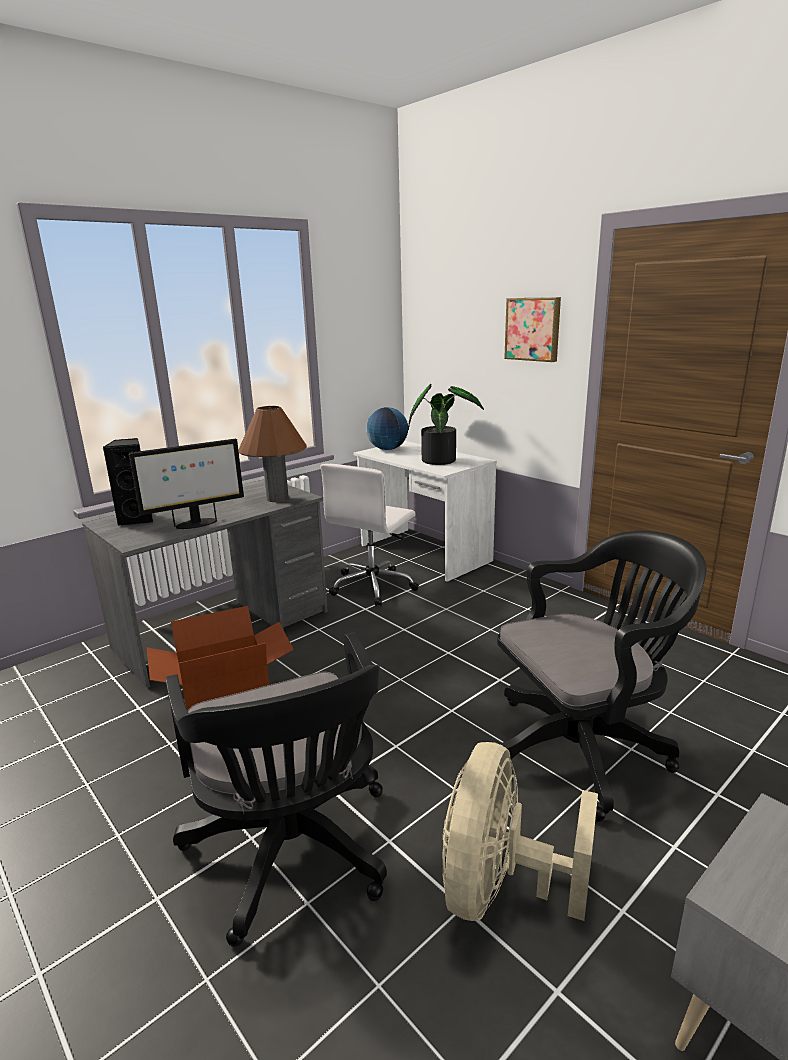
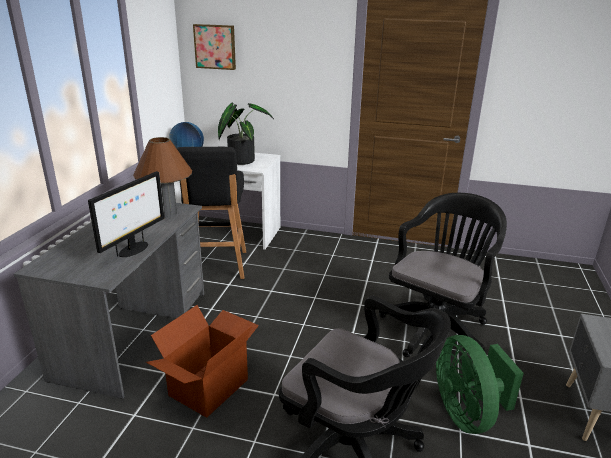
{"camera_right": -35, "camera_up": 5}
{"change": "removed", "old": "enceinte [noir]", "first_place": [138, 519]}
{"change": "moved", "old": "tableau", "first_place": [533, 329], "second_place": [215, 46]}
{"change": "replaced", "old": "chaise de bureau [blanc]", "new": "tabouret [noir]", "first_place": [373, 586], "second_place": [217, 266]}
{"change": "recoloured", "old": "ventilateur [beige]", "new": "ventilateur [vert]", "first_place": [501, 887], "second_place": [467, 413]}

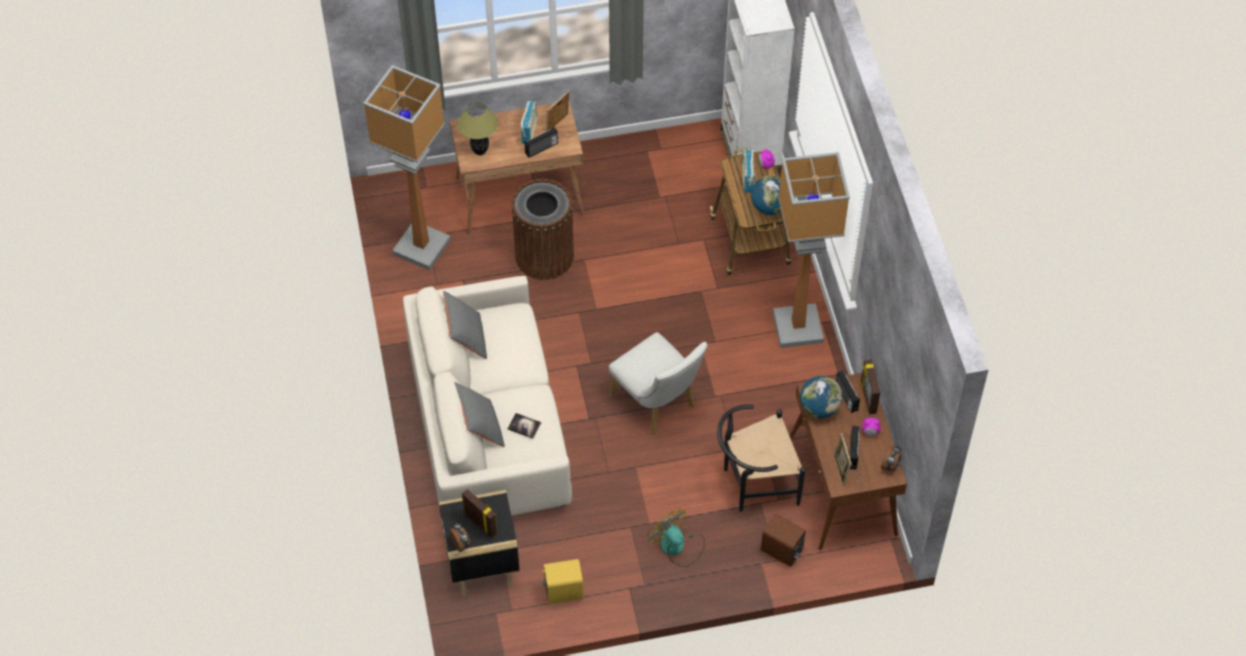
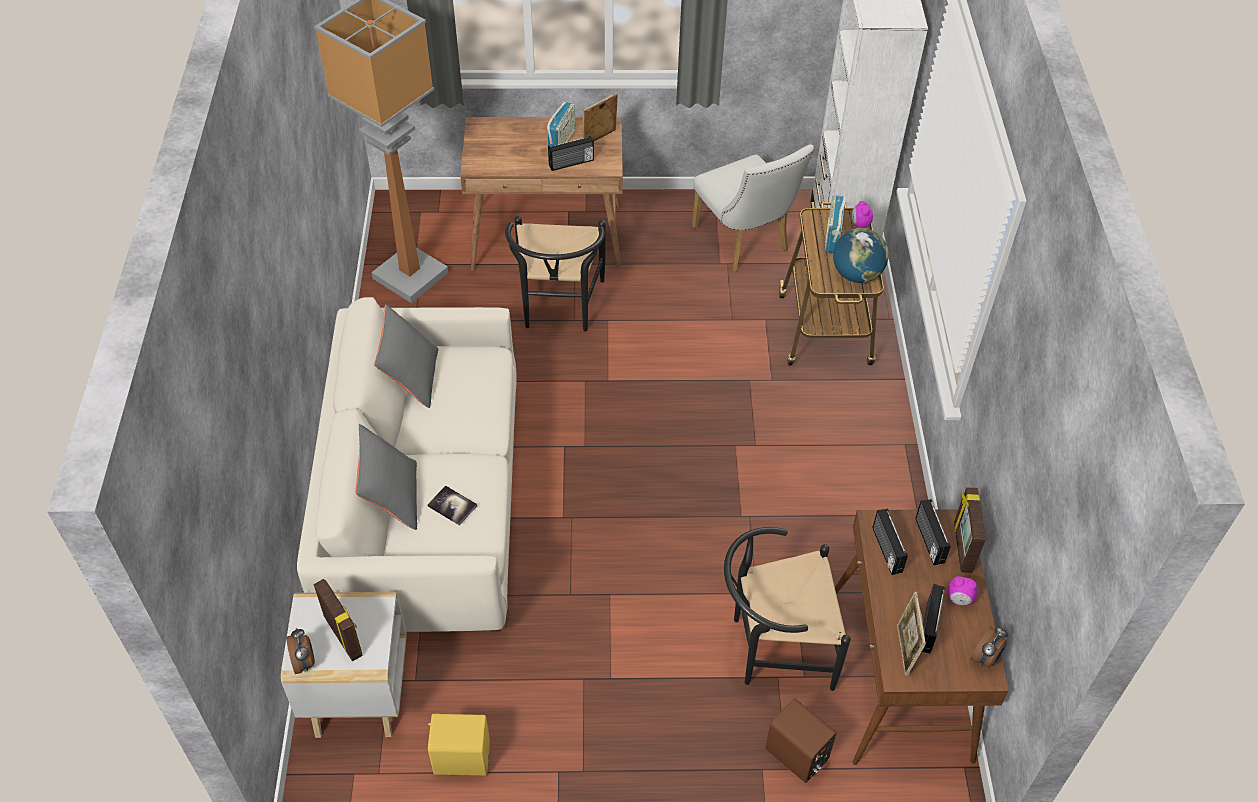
{"camera_right": 10, "camera_up": -5}
{"change": "removed", "old": "lampe de table", "first_place": [480, 151]}
{"change": "removed", "old": "ventilateur", "first_place": [677, 546]}
{"change": "removed", "old": "lampadaire", "first_place": [797, 328]}
{"change": "moved", "old": "chaise [blanc]", "first_place": [657, 404], "second_place": [745, 243]}
{"change": "replaced", "old": "poubelle [marron]", "new": "chaise [noir]", "first_place": [544, 256], "second_place": [558, 308]}
{"change": "replaced", "old": "globe", "new": "radio", "first_place": [819, 408], "second_place": [885, 550]}
{"change": "recoloured", "old": "table d'appoint [noir]", "new": "table d'appoint [blanc]", "first_place": [481, 561], "second_place": [358, 691]}

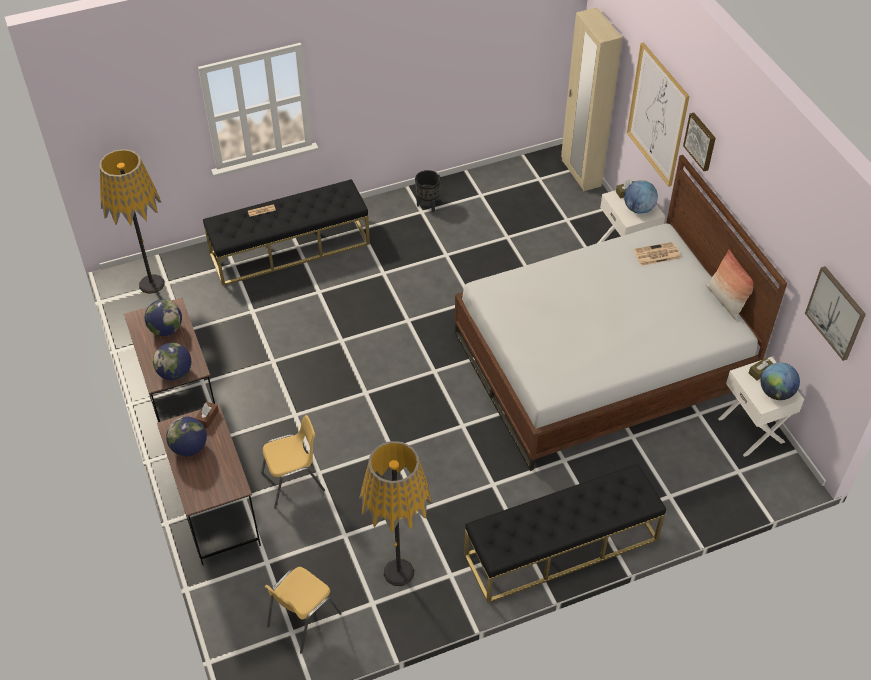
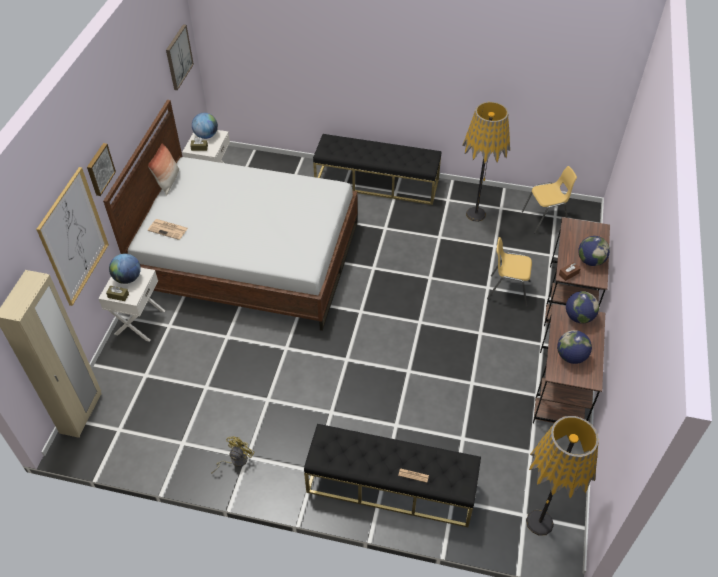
{"camera_right": -145, "camera_up": 0}
{"change": "replaced", "old": "cache-pot [noir]", "new": "ventilateur [jaune]", "first_place": [428, 205], "second_place": [235, 460]}

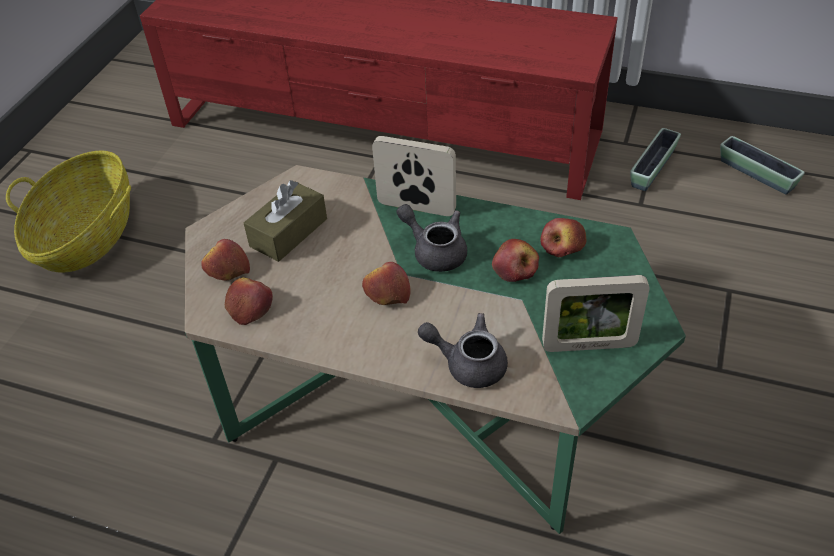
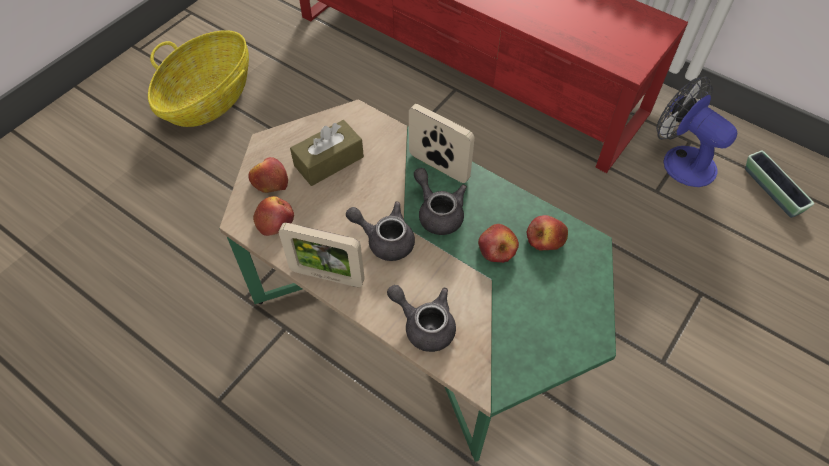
{"camera_right": 15, "camera_up": 10}
{"change": "moved", "old": "cadre photo", "first_place": [589, 345], "second_place": [327, 276]}
{"change": "replaced", "old": "pomme", "new": "théière [gris]", "first_place": [386, 293], "second_place": [385, 240]}
{"change": "replaced", "old": "cache-pot", "new": "ventilateur", "first_place": [653, 168], "second_place": [681, 160]}

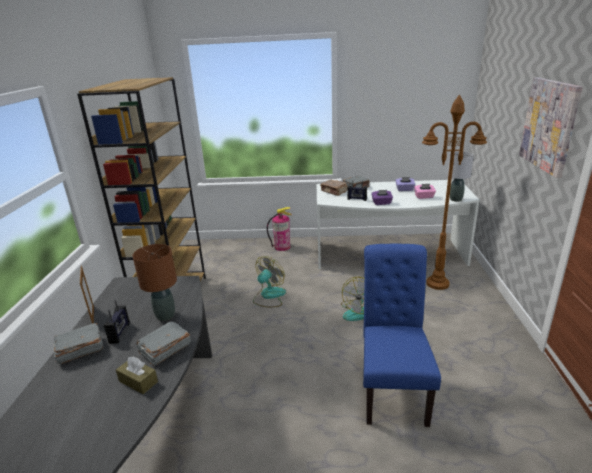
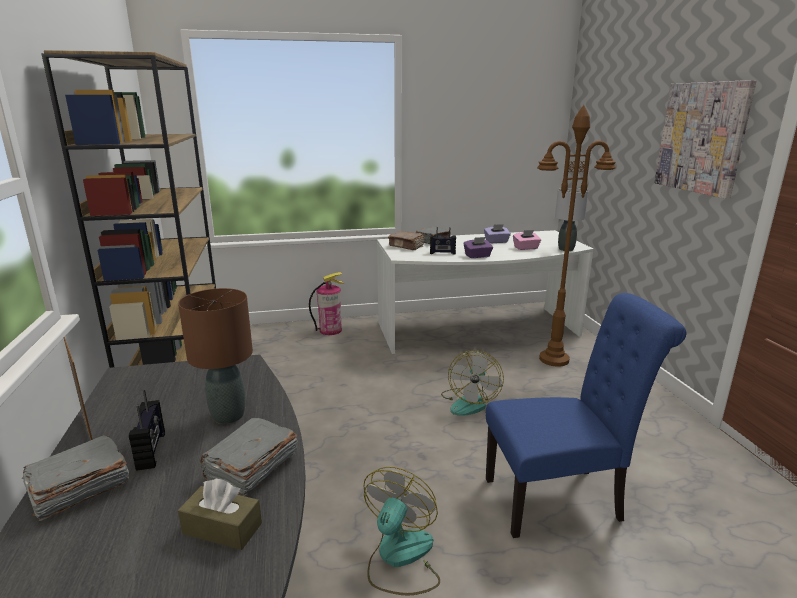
{"camera_right": -15, "camera_up": -5}
{"change": "moved", "old": "ventilateur", "first_place": [269, 296], "second_place": [400, 558]}
{"change": "turned", "old": "chaise [bleu]", "first_place": [392, 388], "second_place": [560, 499], "degrees": 90}

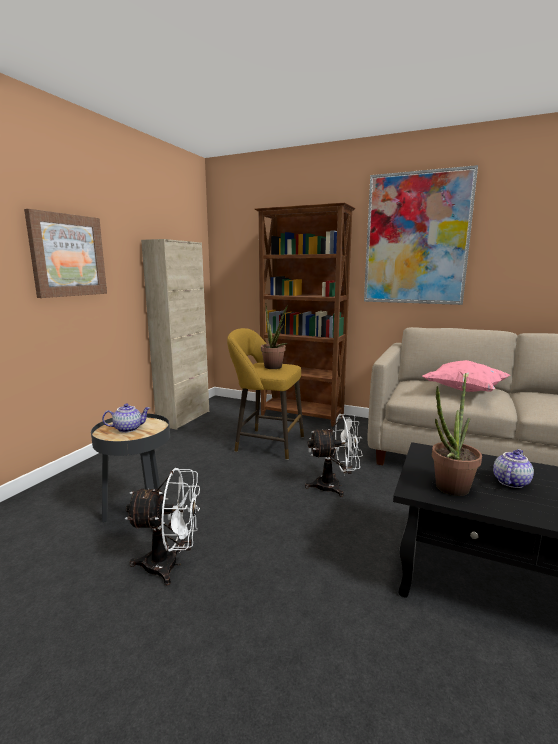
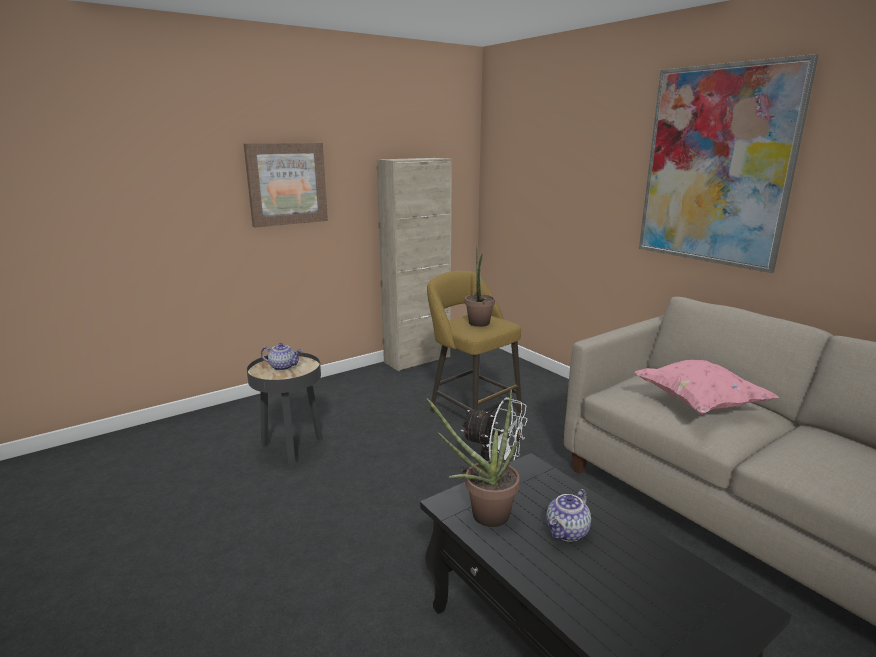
{"camera_right": 30, "camera_up": 5}
{"change": "removed", "old": "ventilateur [blanc]", "first_place": [170, 565]}
{"change": "removed", "old": "bibliothèque [marron]", "first_place": [302, 416]}
{"change": "turned", "old": "théière", "first_place": [510, 481], "second_place": [567, 532], "degrees": 150}

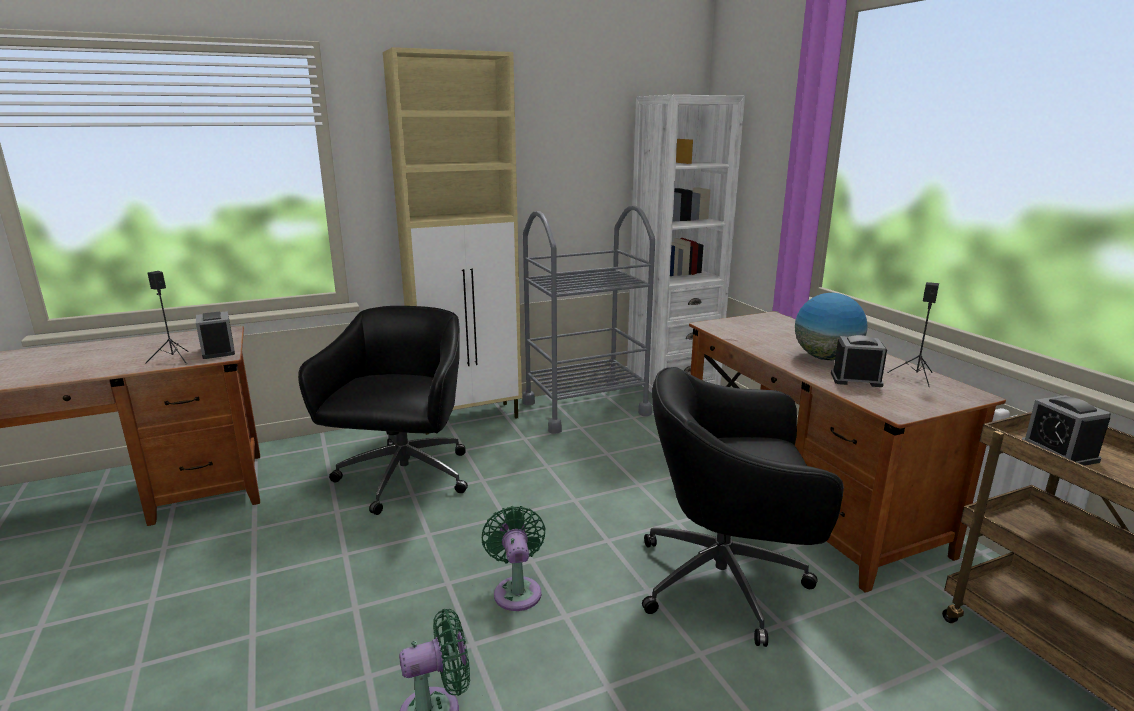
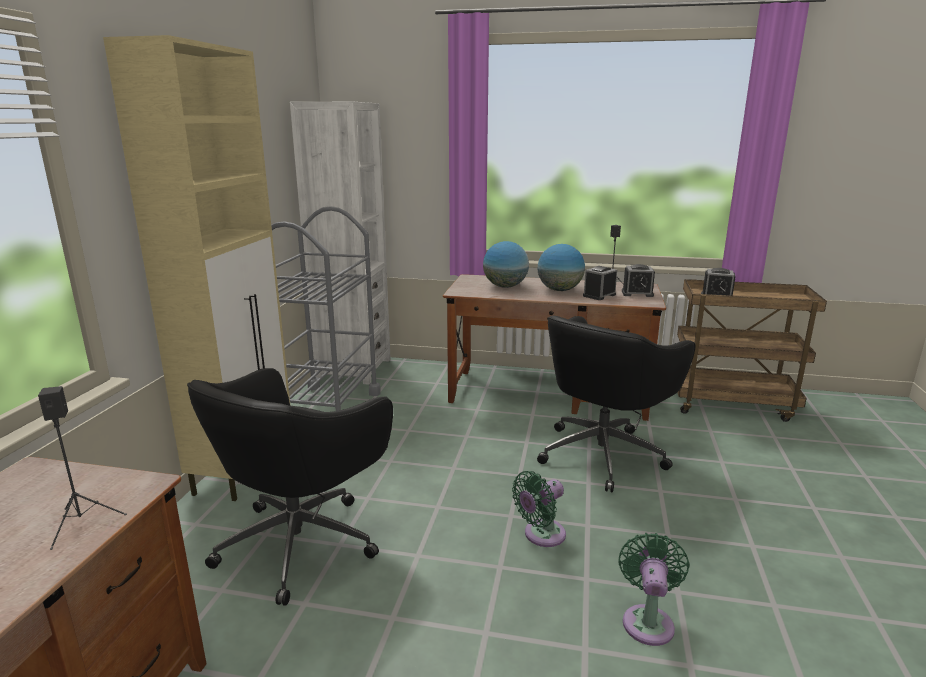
{"camera_right": -55, "camera_up": 0}
{"change": "added", "new": "globe", "second_place": [505, 286]}
{"change": "moved", "old": "réveil", "first_place": [218, 351], "second_place": [637, 293]}
{"change": "turned", "old": "chaise de bureau [noir]", "first_place": [403, 479], "second_place": [302, 541], "degrees": -105}
{"change": "turned", "old": "ventilateur [vert]", "first_place": [517, 590], "second_place": [541, 535], "degrees": -60}

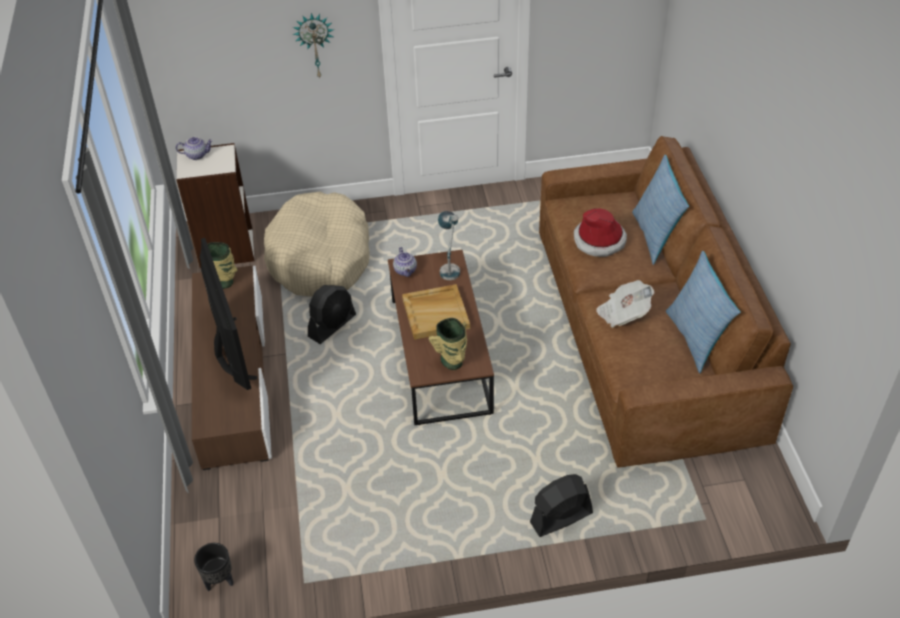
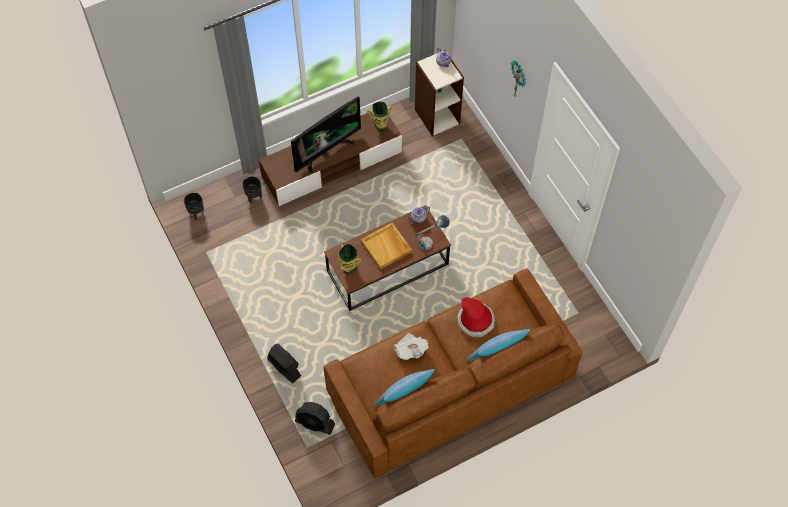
{"camera_right": 70, "camera_up": 15}
{"change": "removed", "old": "panier pour chien [beige]", "first_place": [320, 257]}
{"change": "added", "new": "cache-pot [noir]", "second_place": [253, 197]}
{"change": "moved", "old": "ventilateur [noir]", "first_place": [332, 326], "second_place": [315, 423]}

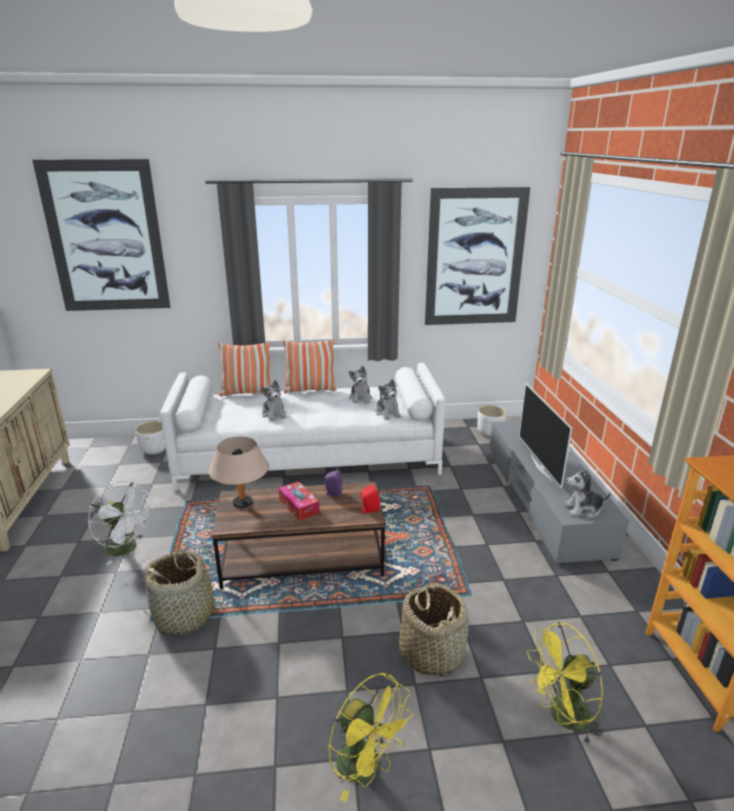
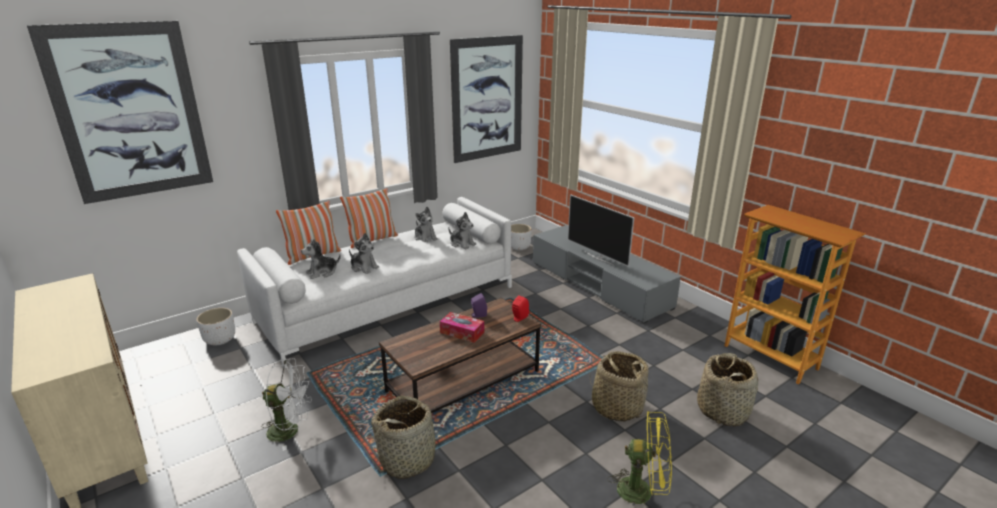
{"camera_right": -30, "camera_up": 0}
{"change": "removed", "old": "lampe de table [beige]", "first_place": [242, 503]}
{"change": "moved", "old": "peluche", "first_place": [583, 509], "second_place": [322, 272]}
{"change": "replaced", "old": "ventilateur [jaune]", "new": "panier", "first_place": [562, 717], "second_place": [723, 410]}

